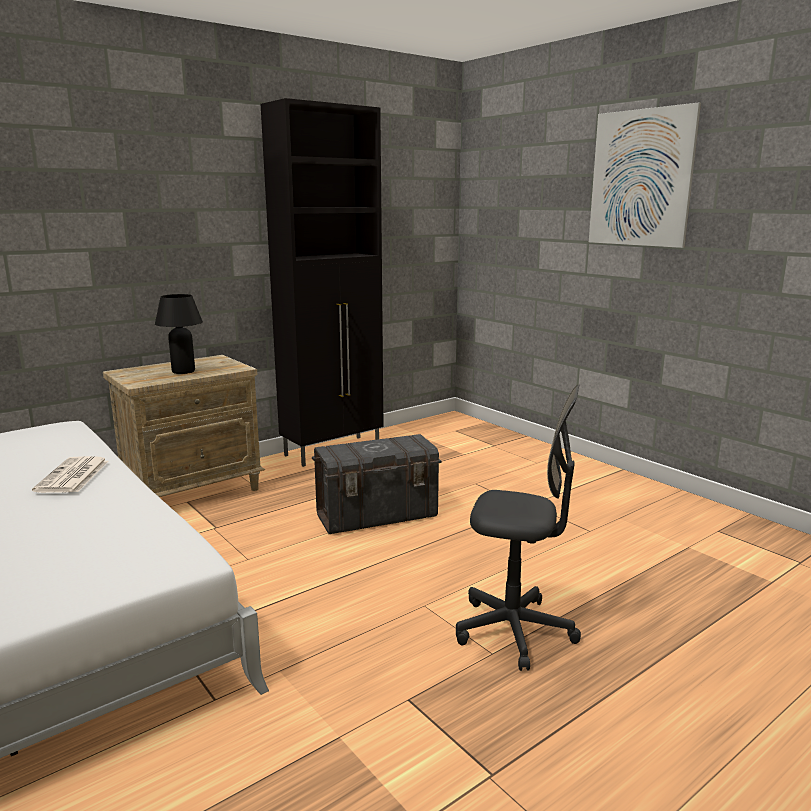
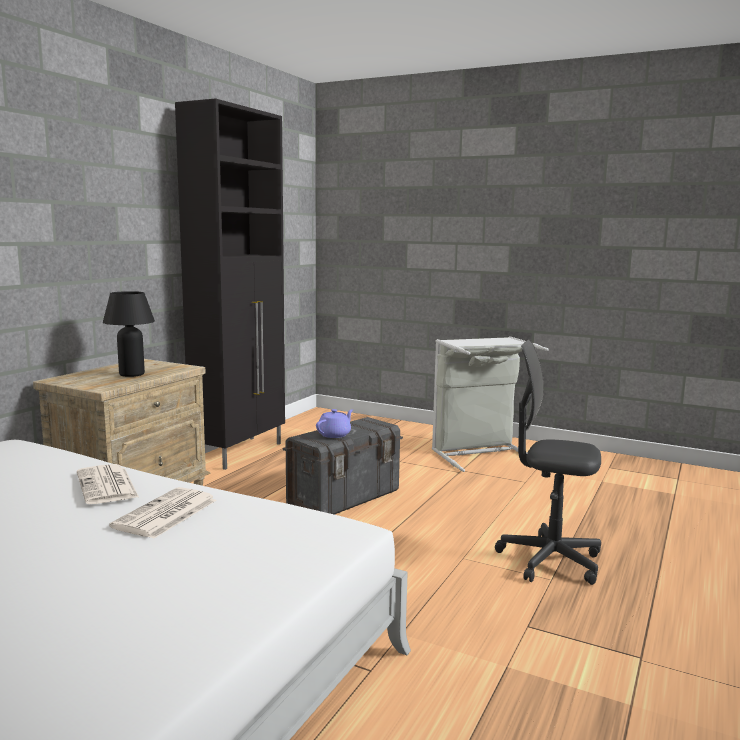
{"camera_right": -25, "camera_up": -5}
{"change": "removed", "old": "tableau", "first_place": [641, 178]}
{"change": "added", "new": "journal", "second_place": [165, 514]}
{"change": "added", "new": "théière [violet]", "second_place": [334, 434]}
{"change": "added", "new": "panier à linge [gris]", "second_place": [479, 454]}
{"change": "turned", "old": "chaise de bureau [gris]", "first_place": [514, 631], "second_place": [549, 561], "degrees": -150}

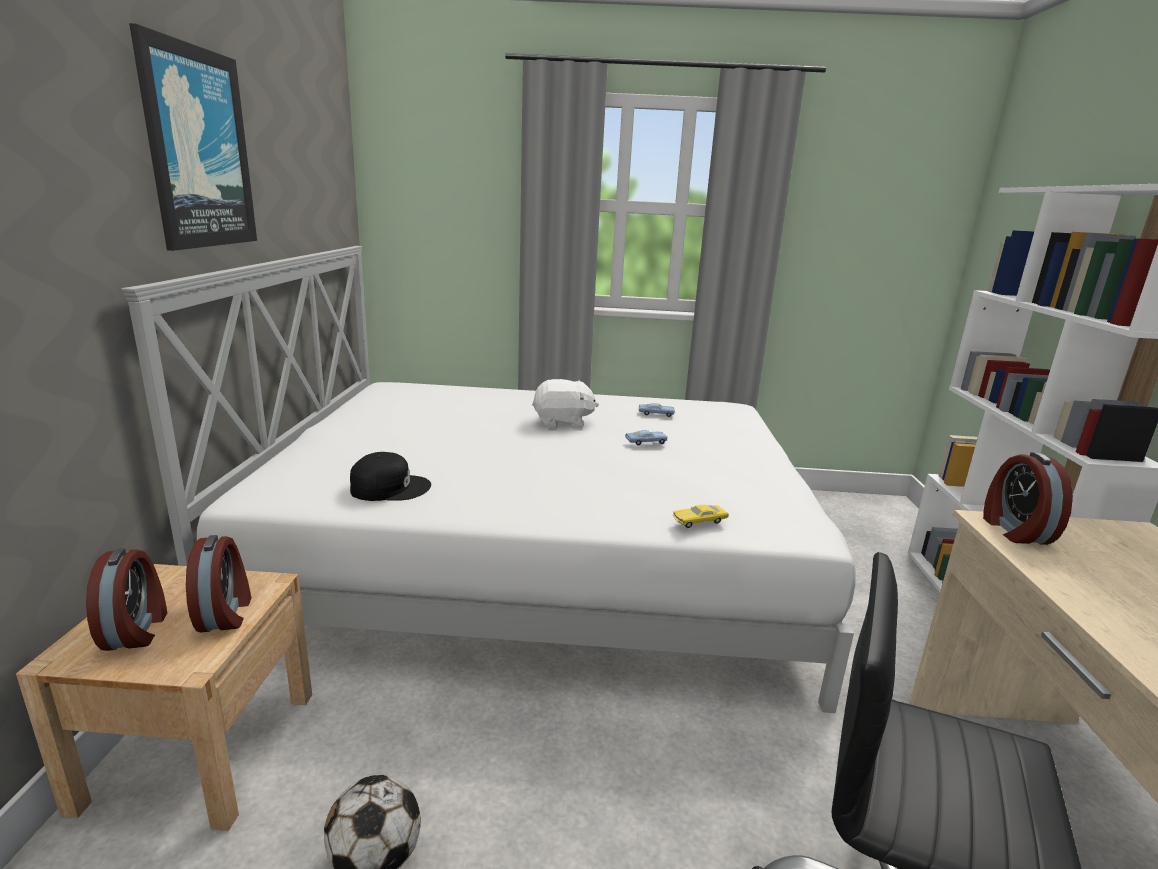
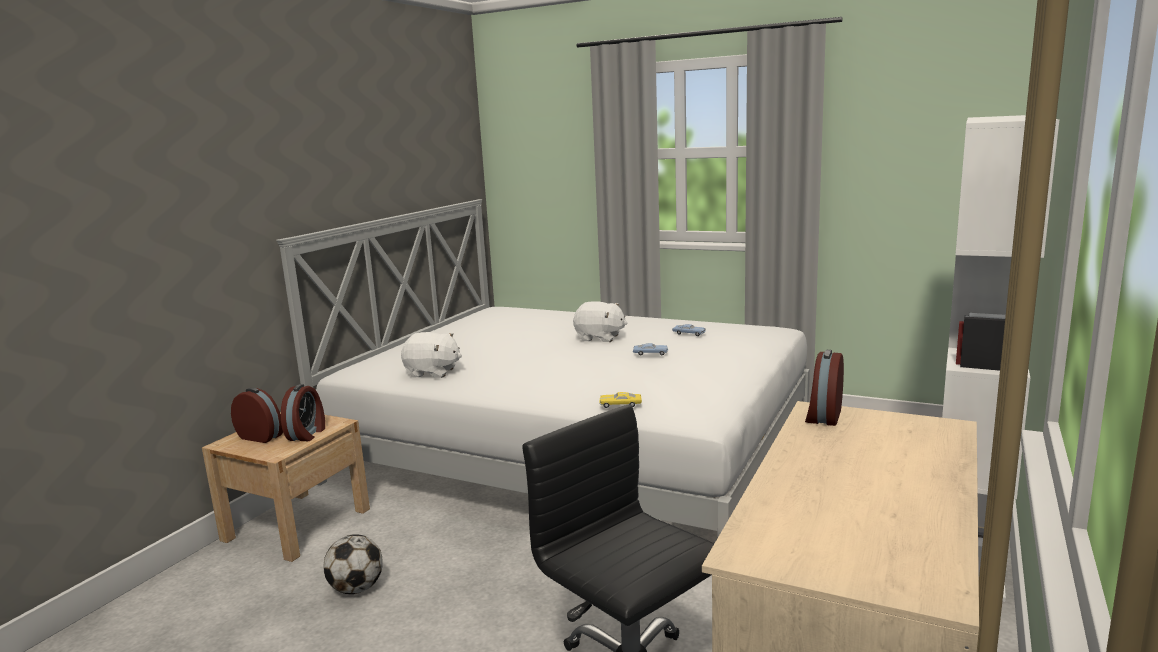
{"camera_right": 25, "camera_up": -5}
{"change": "removed", "old": "tableau", "first_place": [197, 149]}
{"change": "replaced", "old": "casquette [noir]", "new": "peluche [blanc]", "first_place": [389, 487], "second_place": [432, 372]}
{"change": "turned", "old": "réveil", "first_place": [137, 630], "second_place": [261, 436], "degrees": -75}

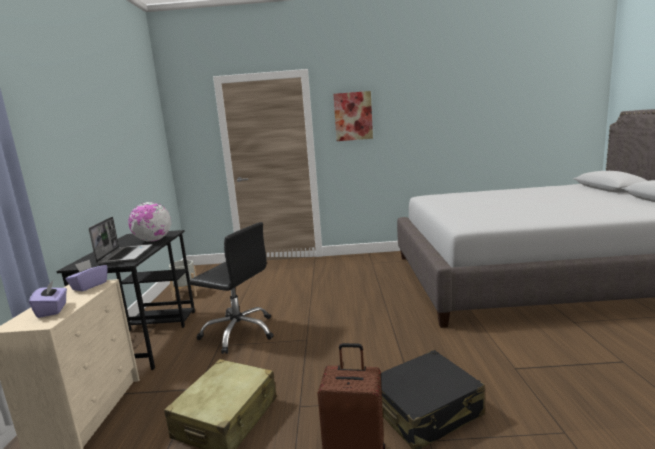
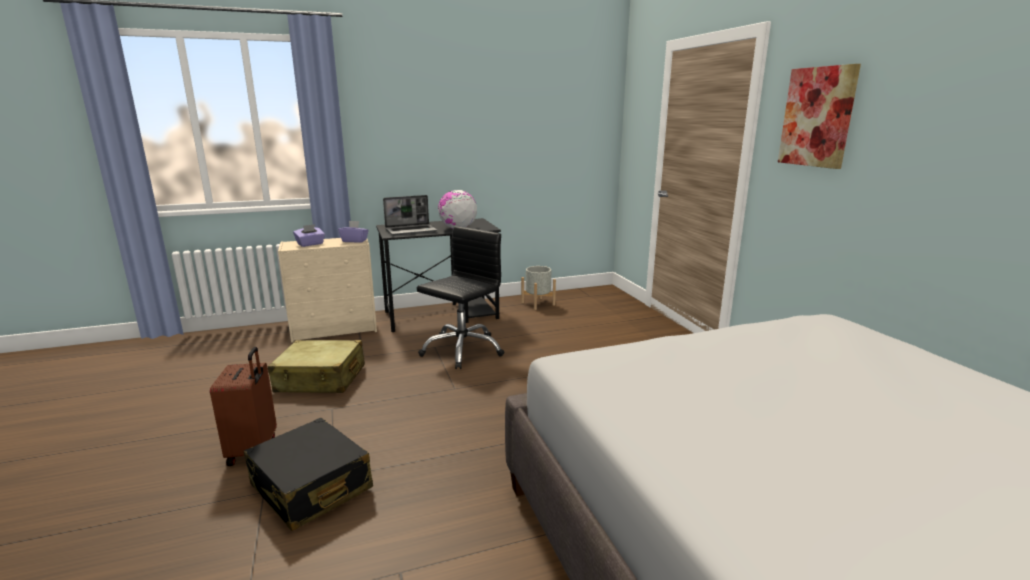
{"camera_right": 70, "camera_up": 5}
{"change": "turned", "old": "chaise de bureau [noir]", "first_place": [239, 332], "second_place": [462, 349], "degrees": -150}

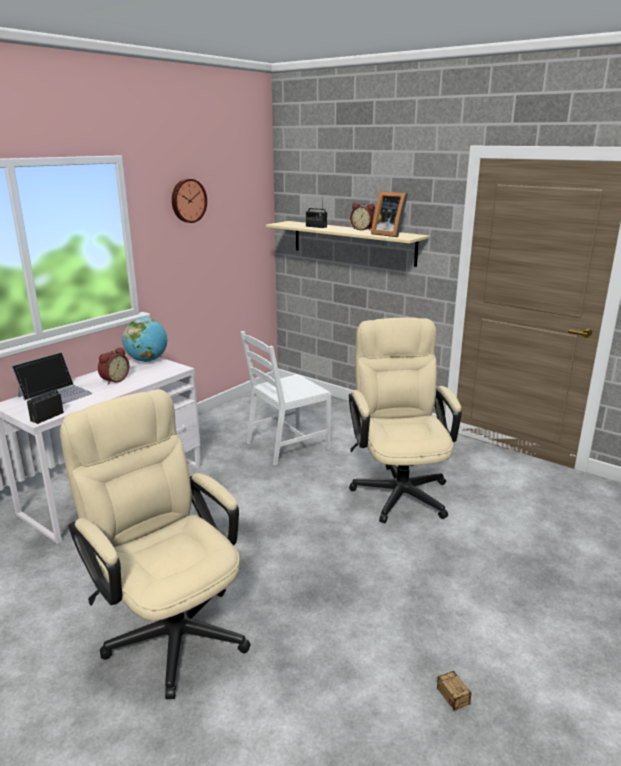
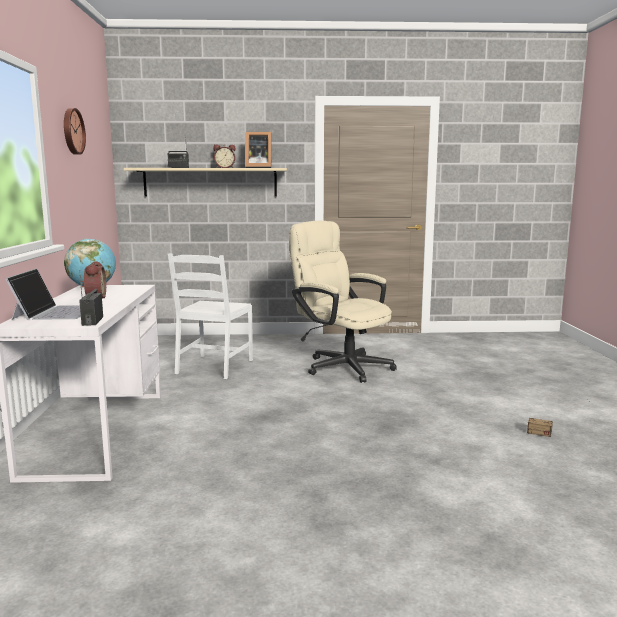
{"camera_right": -40, "camera_up": -10}
{"change": "removed", "old": "chaise de bureau [beige]", "first_place": [170, 626]}

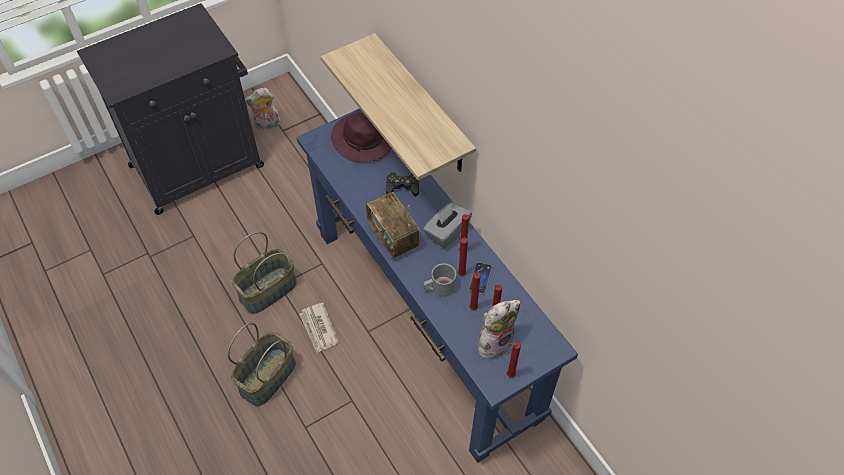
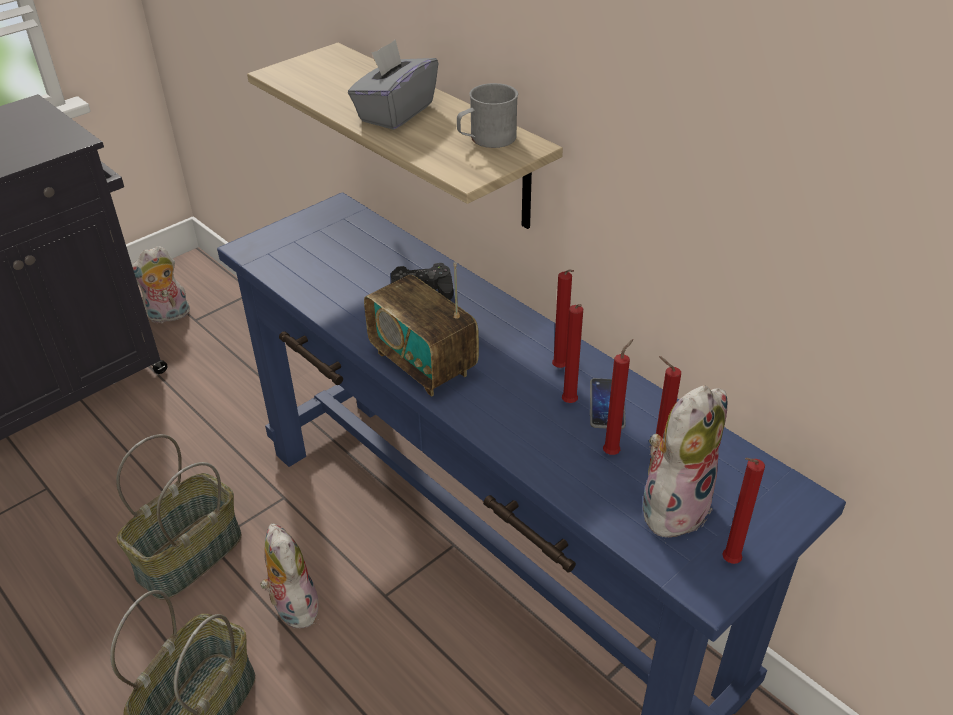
{"camera_right": -10, "camera_up": -15}
{"change": "removed", "old": "chapeau [violet]", "first_place": [364, 141]}
{"change": "moved", "old": "boîte à mouchoirs [gris]", "first_place": [446, 232], "second_place": [395, 112]}
{"change": "moved", "old": "mug [gris]", "first_place": [439, 288], "second_place": [486, 139]}
{"change": "replaced", "old": "journal", "new": "peluche", "first_place": [319, 329], "second_place": [292, 606]}

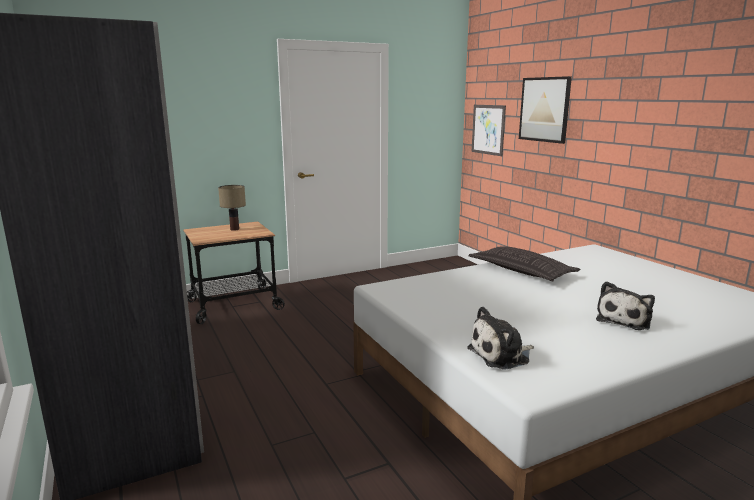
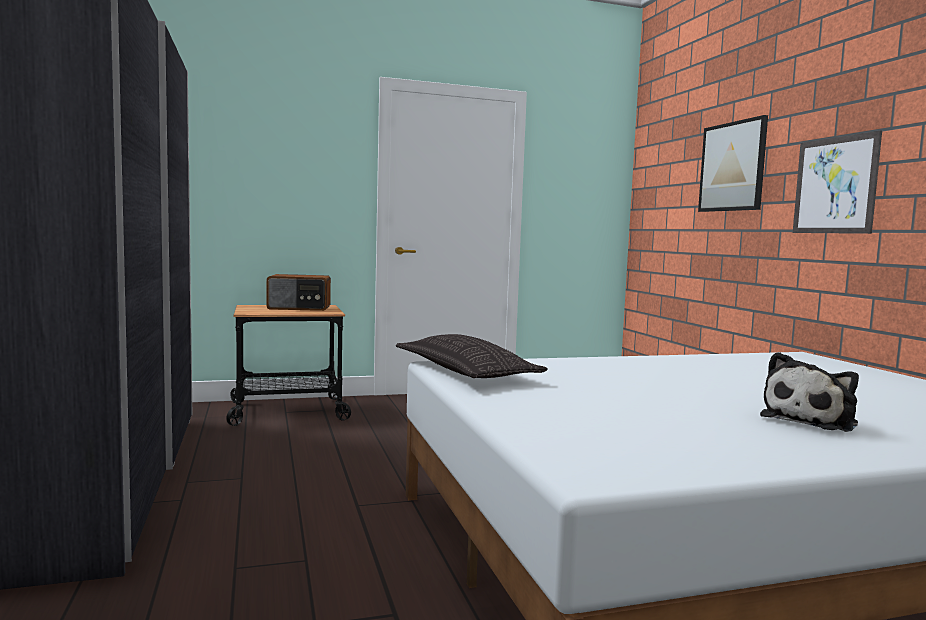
{"camera_right": 10, "camera_up": -10}
{"change": "removed", "old": "peluche", "first_place": [501, 355]}
{"change": "moved", "old": "coussin", "first_place": [521, 270], "second_place": [465, 371]}
{"change": "moved", "old": "tableau", "first_place": [488, 129], "second_place": [835, 185]}
{"change": "replaced", "old": "lampe de table", "new": "radio", "first_place": [235, 229], "second_place": [299, 308]}

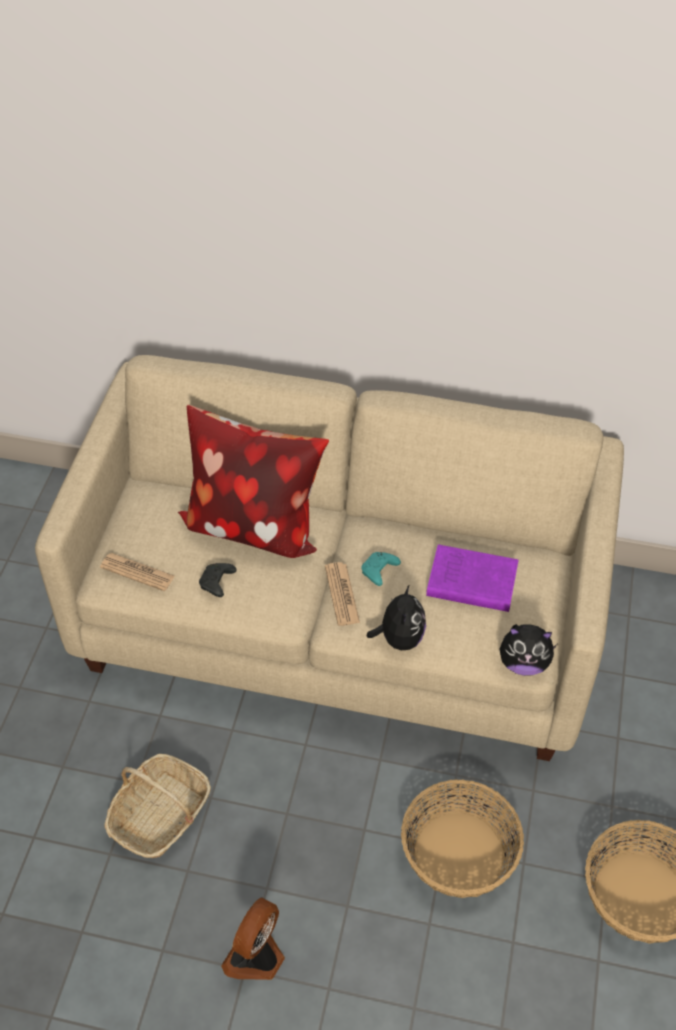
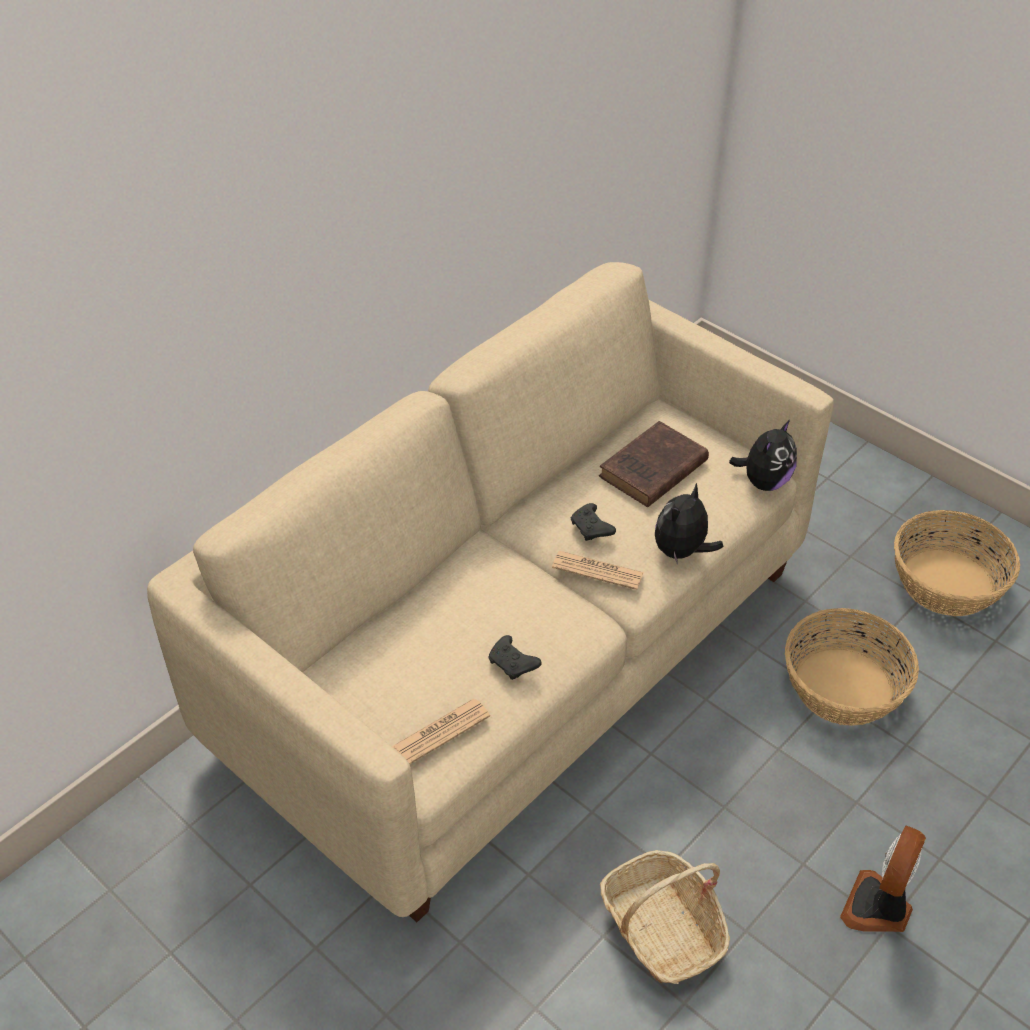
{"camera_right": -60, "camera_up": -5}
{"change": "removed", "old": "coussin", "first_place": [253, 524]}
{"change": "recoloured", "old": "manette [turquoise]", "new": "manette [noir]", "first_place": [379, 572], "second_place": [592, 529]}
{"change": "recoloured", "old": "livre [violet]", "new": "livre [marron]", "first_place": [469, 582], "second_place": [651, 470]}
{"change": "turned", "old": "ventilateur", "first_place": [256, 957], "second_place": [879, 907], "degrees": 60}
{"change": "turned", "old": "peluche", "first_place": [399, 638], "second_place": [682, 552], "degrees": -90}

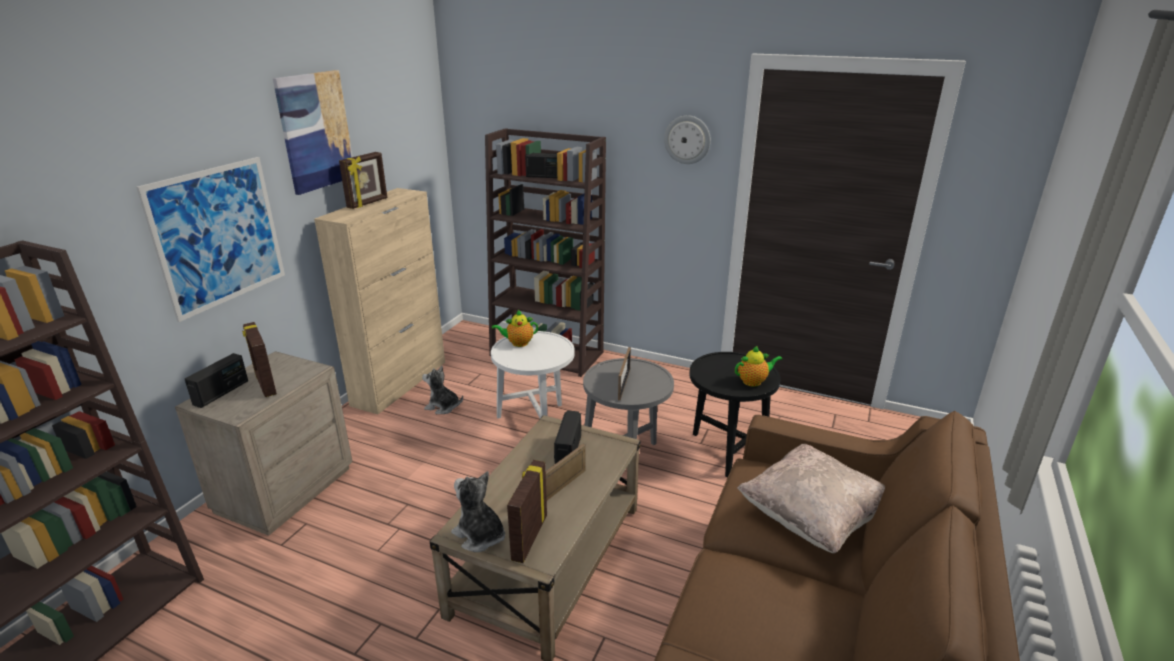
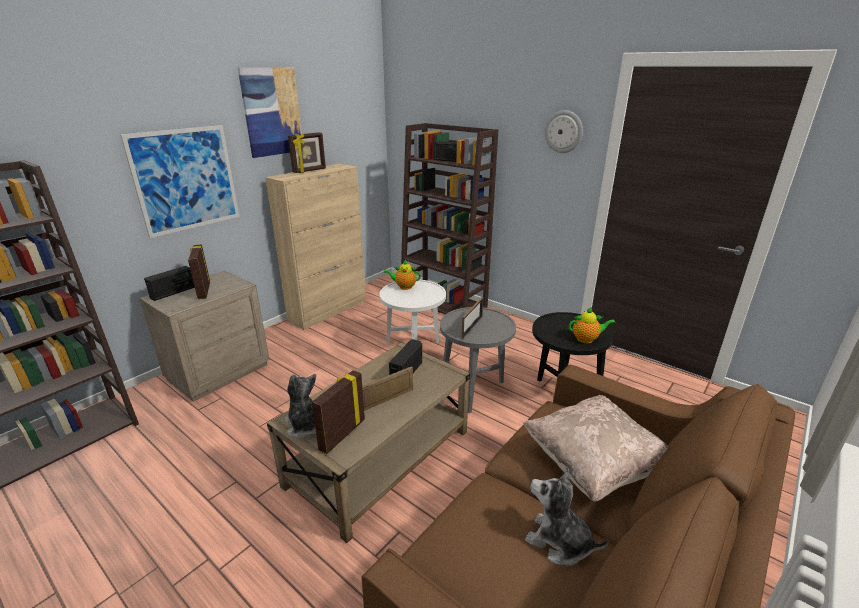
{"camera_right": 15, "camera_up": 0}
{"change": "moved", "old": "peluche", "first_place": [443, 407], "second_place": [558, 542]}

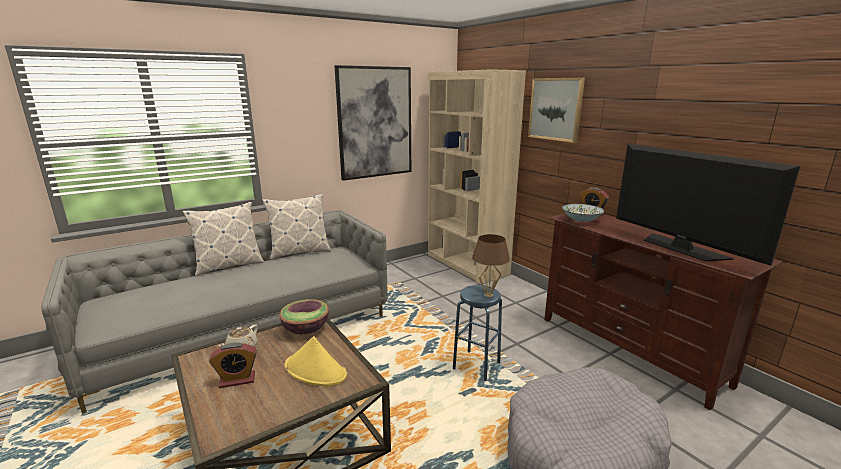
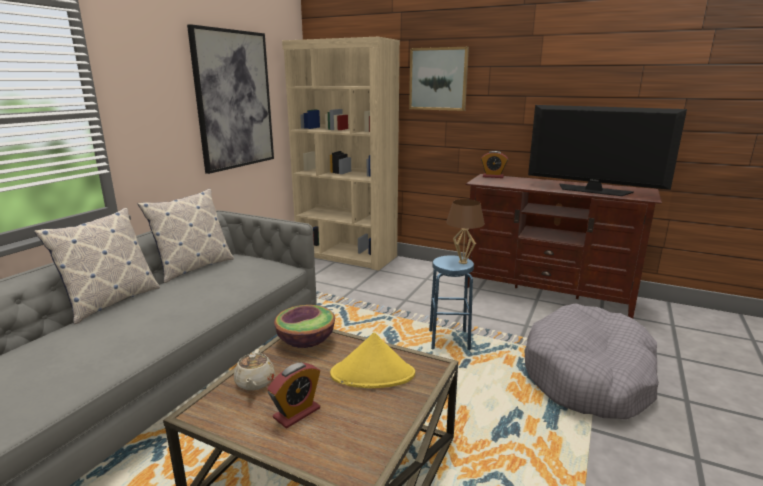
{"camera_right": -30, "camera_up": 0}
{"change": "removed", "old": "bol", "first_place": [581, 220]}

